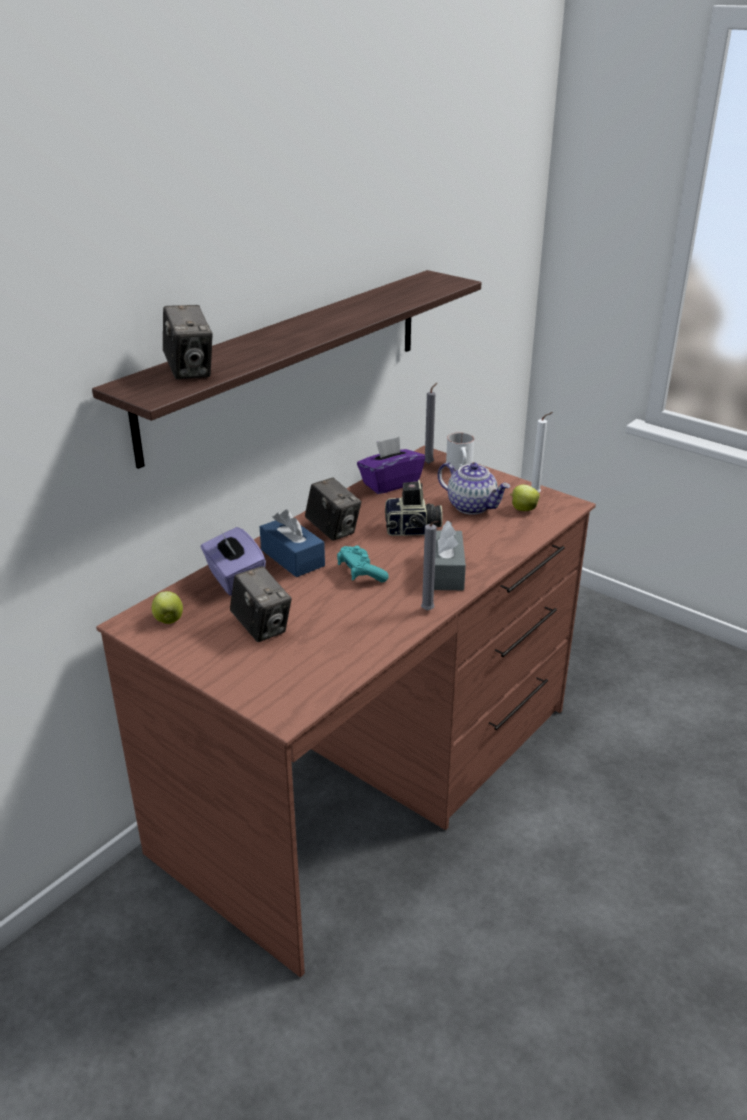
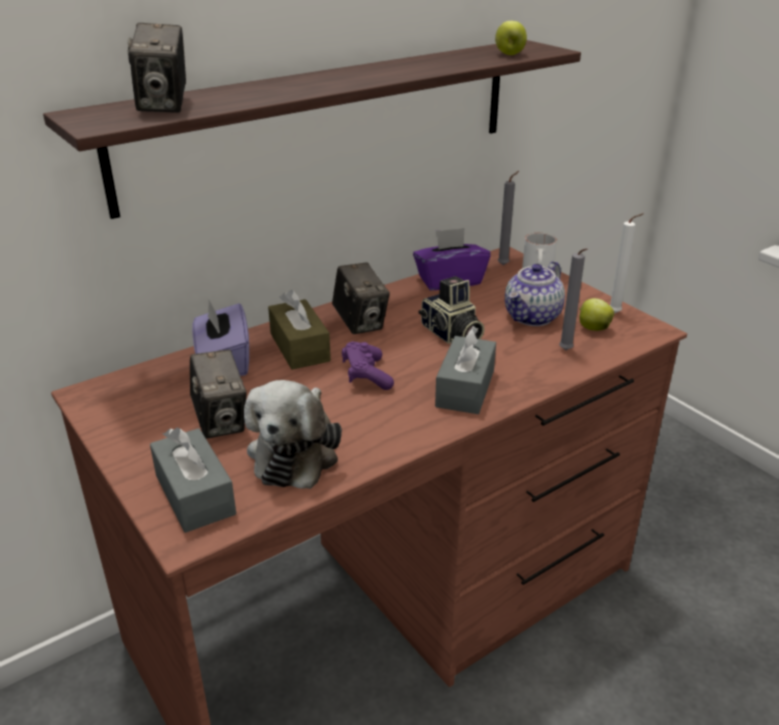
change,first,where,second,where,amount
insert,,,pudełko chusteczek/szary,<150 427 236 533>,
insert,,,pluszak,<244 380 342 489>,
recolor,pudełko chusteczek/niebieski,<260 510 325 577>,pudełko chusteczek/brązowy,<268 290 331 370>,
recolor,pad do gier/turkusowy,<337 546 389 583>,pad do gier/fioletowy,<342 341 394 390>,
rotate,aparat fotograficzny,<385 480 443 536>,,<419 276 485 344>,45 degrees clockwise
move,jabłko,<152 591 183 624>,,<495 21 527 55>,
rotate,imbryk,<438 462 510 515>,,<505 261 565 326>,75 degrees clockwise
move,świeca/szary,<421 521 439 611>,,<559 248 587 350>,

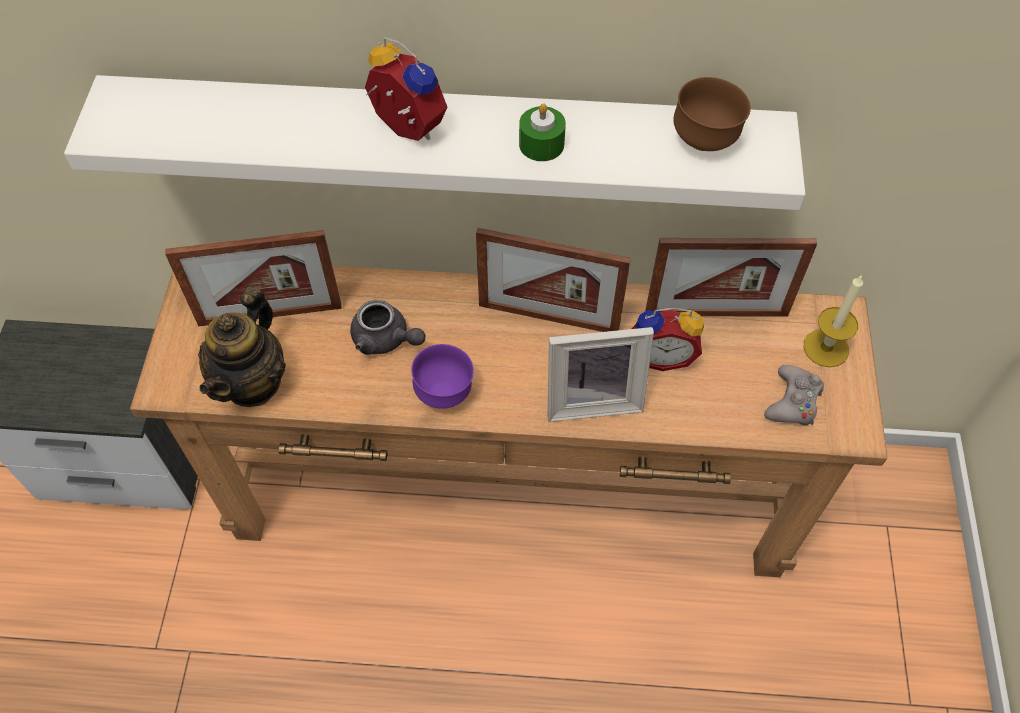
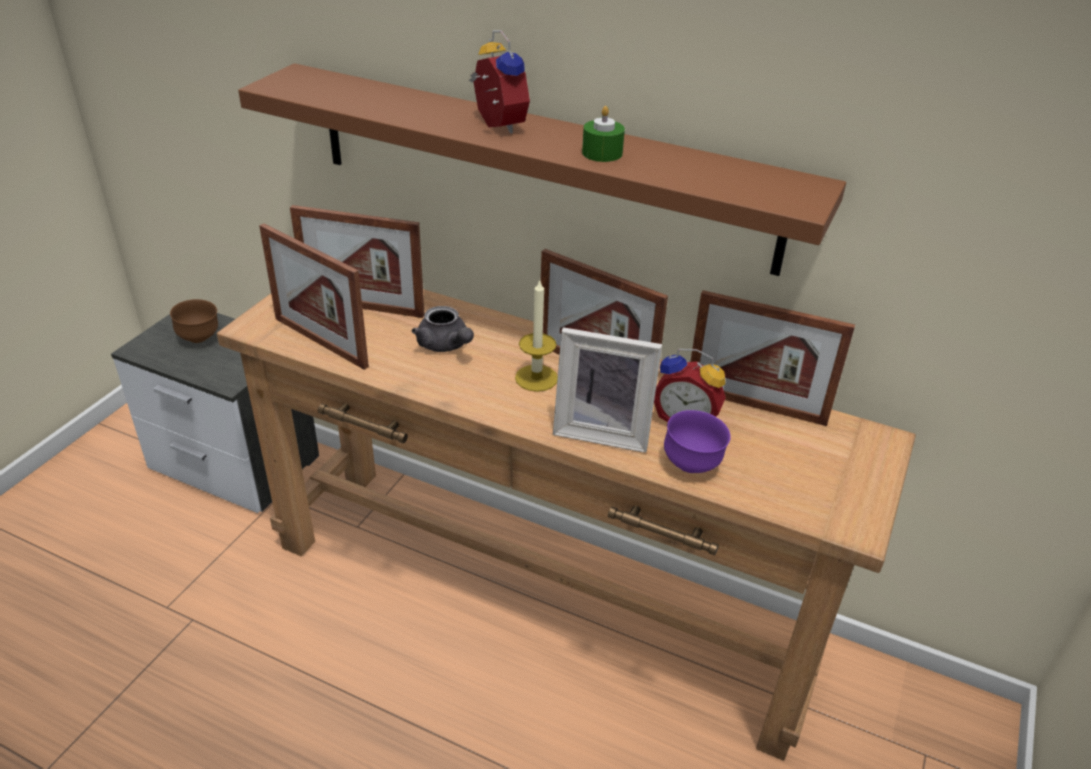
change,first,where,second,where,amount
move,miska/brązowy,<674 77 751 151>,,<170 299 218 343>,
recolor,półka/biały,<64 75 805 210>,półka/brązowy,<238 63 846 276>,
replace,imbryk,<198 286 286 407>,ramka na zdjęcie,<259 223 369 370>,
move,świeca,<804 275 863 367>,,<515 279 558 392>,
move,miska/fioletowy,<411 344 474 409>,,<664 410 731 473>,
delete,pad do gier/szary,<764 365 824 425>,,,

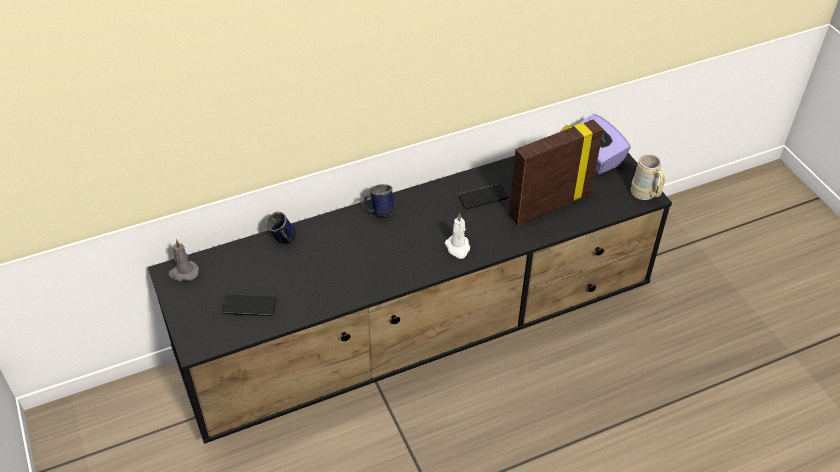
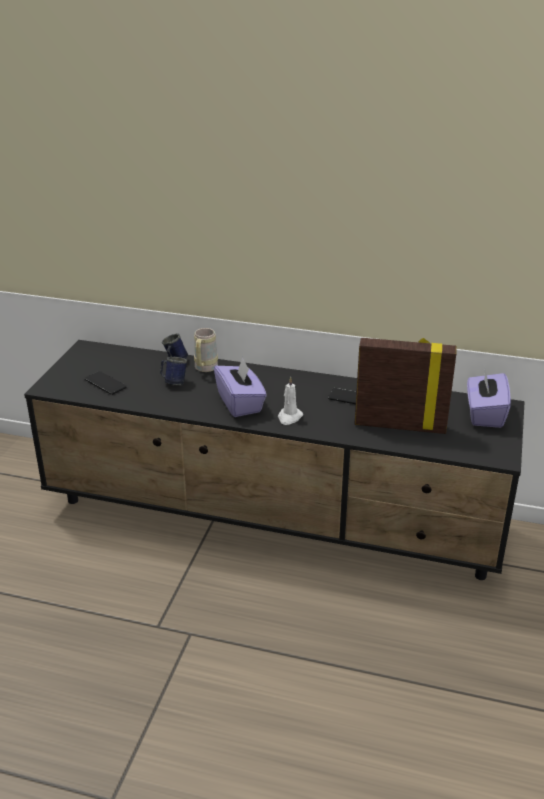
change,first,where,second,where,amount
move,kubek/niebieski,<364 184 394 217>,,<160 357 187 385>,
move,kubek/beżowy,<631 154 666 200>,,<194 328 218 372>,
insert,,,pudełko chusteczek/fioletowy,<214 357 267 417>,
delete,świeca/szary,<168 239 199 281>,,,

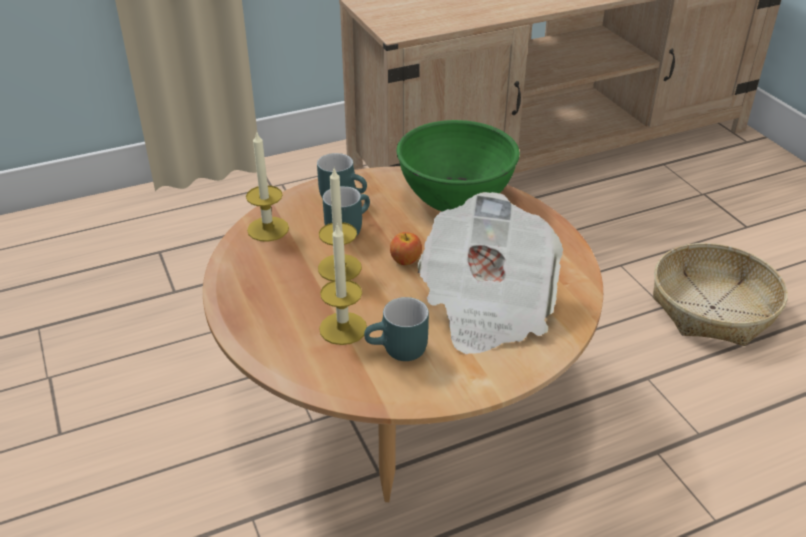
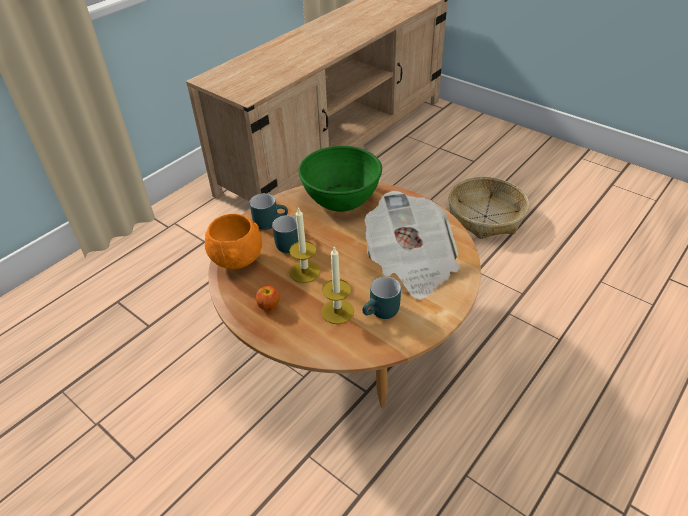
change,first,where,second,where,amount
replace,świeca,<246 130 289 242>,miska/pomarańczowy,<205 214 262 269>,
move,jabłko,<390 232 422 265>,,<256 286 280 311>,

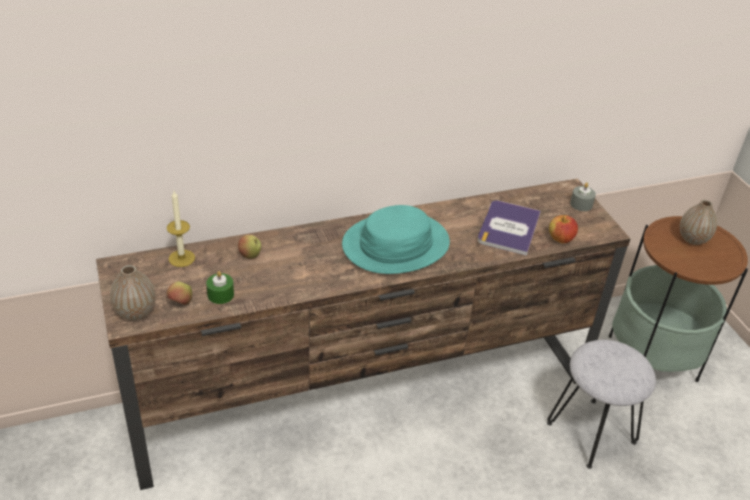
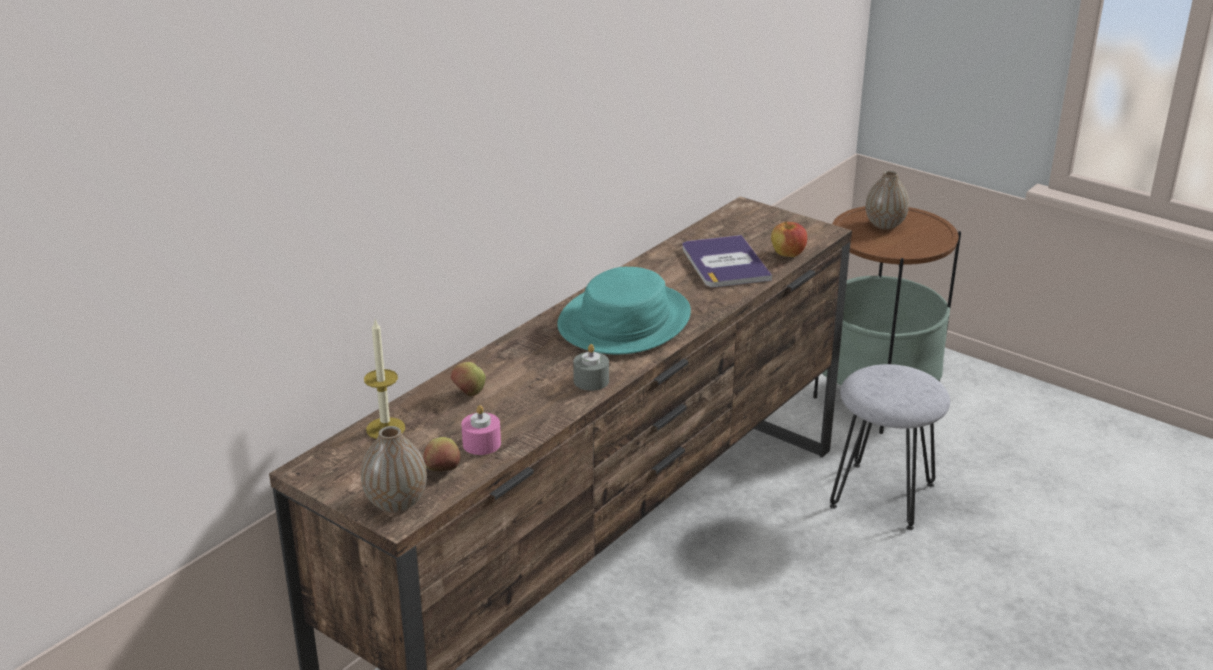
change,first,where,second,where,amount
recolor,świeca/zielony,<206 271 234 304>,świeca/różowy,<461 405 501 455>,
move,świeca/szary,<570 182 596 211>,,<573 344 609 391>,

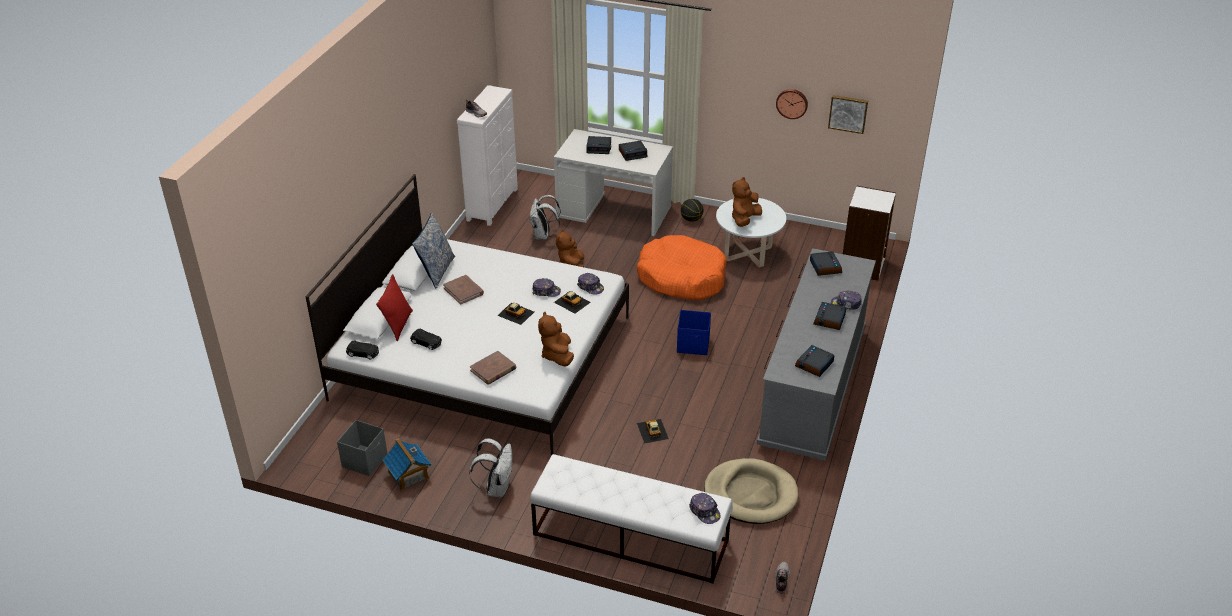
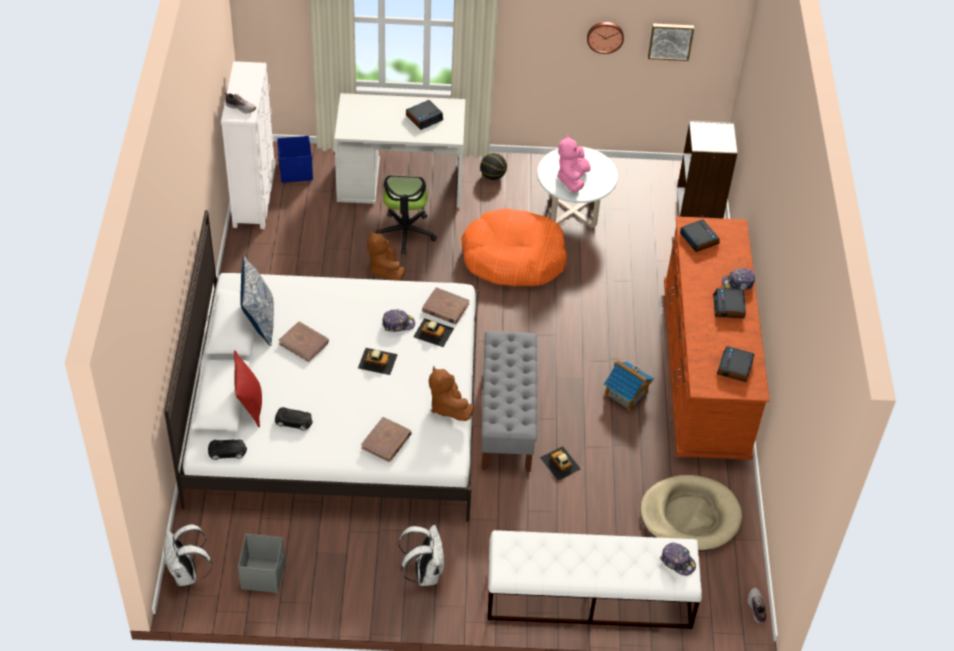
change,first,where,second,where,amount
move,plecak/biały,<529 195 561 240>,,<164 524 213 586>,
move,pojemnik do przechowywania/niebieski,<677 310 711 355>,,<277 136 313 183>,
insert,,,krzesło biurowe,<374 175 437 254>,
replace,czapka z daszkiem,<577 273 604 295>,książka/brązowy,<422 287 470 324>,
insert,,,ławka/szary,<482 331 537 472>,
recolor,pluszak/brązowy,<732 177 762 227>,pluszak/różowy,<557 134 591 192>,
move,domek,<382 438 432 491>,,<604 360 654 411>,
recolor,komoda/szary,<757 248 876 461>,komoda/brązowy,<664 216 770 460>,
delete,budzik,<586 136 611 154>,,,

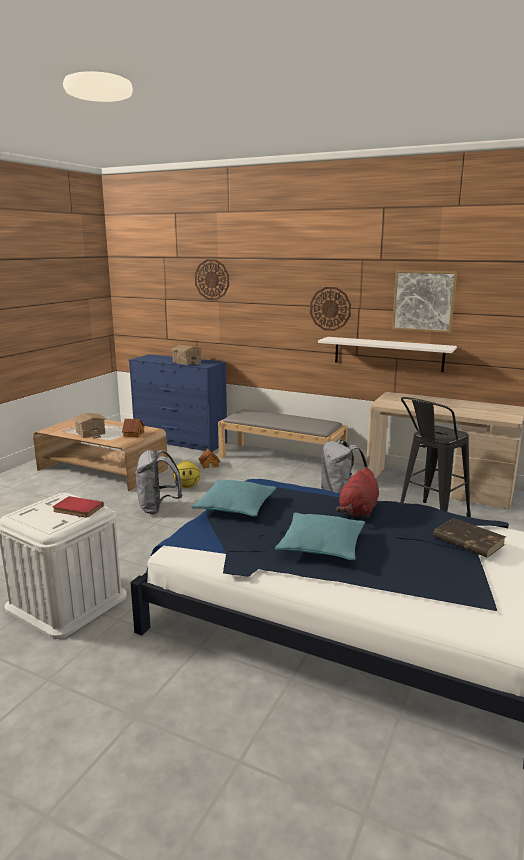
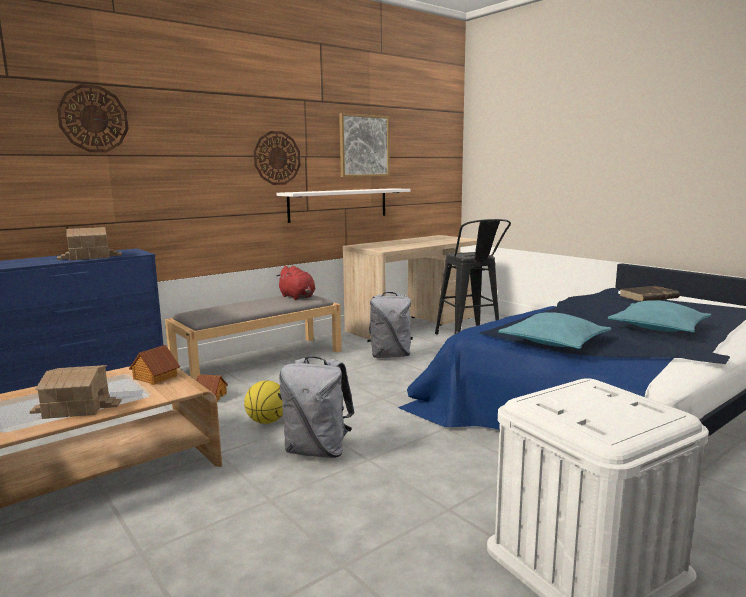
change,first,where,second,where,amount
move,pluszak/czerwony,<336 467 379 518>,,<277 266 316 300>,
delete,książka/czerwony,<53 496 104 517>,,,

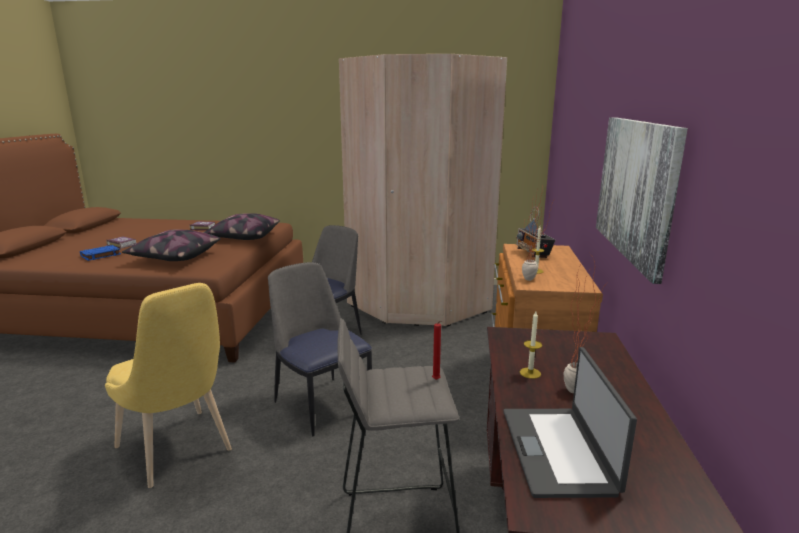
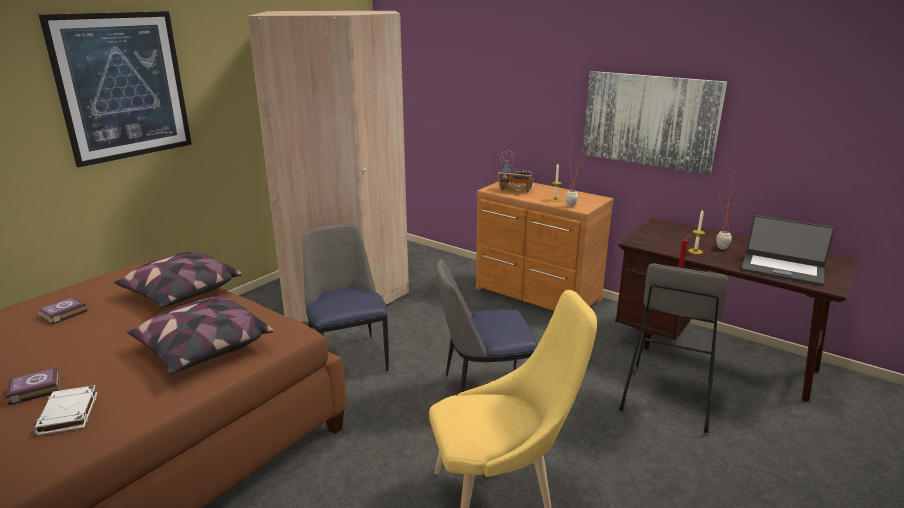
change,first,where,second,where,amount
recolor,książka/niebieski,<80 245 121 261>,książka/biały,<34 385 97 435>,
insert,,,obraz,<39 11 192 167>,

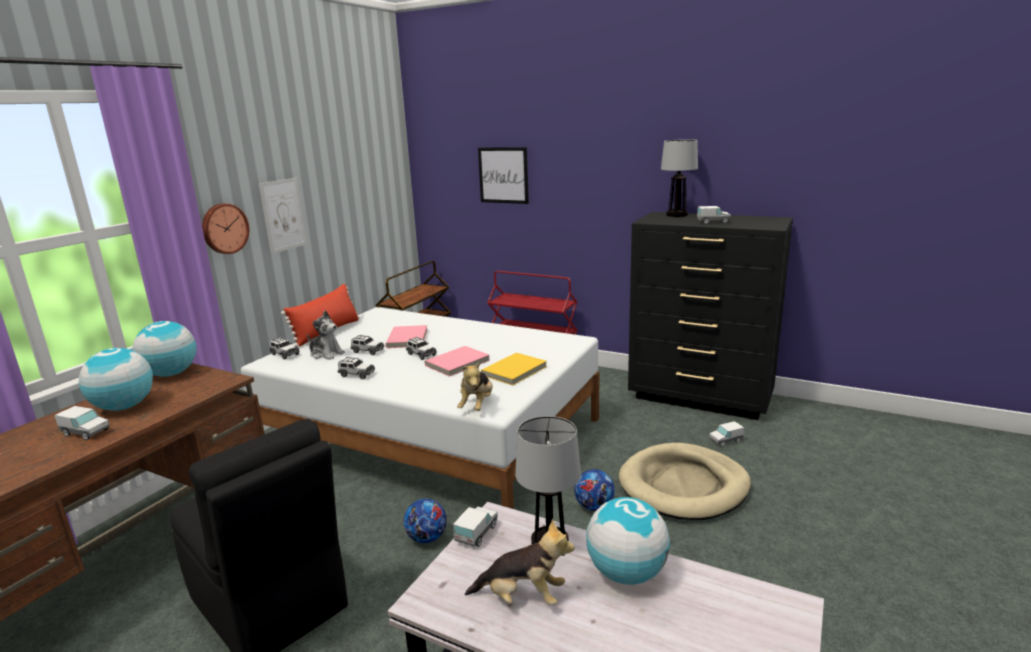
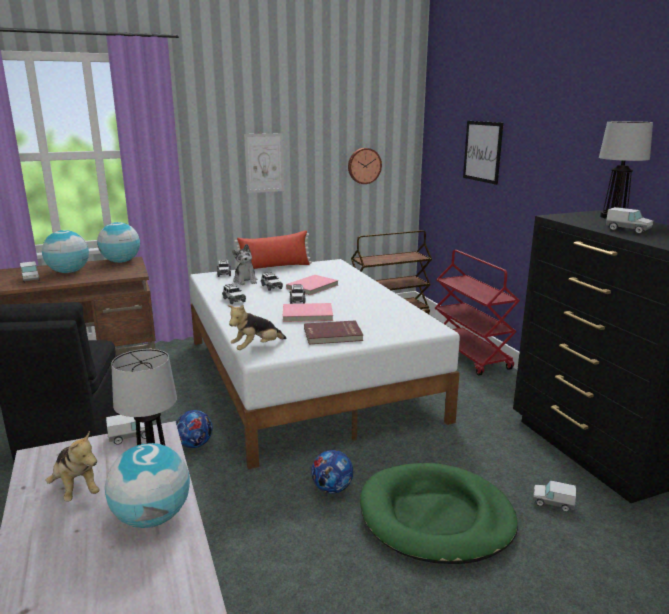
change,first,where,second,where,amount
recolor,książka/żółty,<481 353 547 385>,książka/czerwony,<304 321 364 344>,
move,zegar ścienny,<202 204 249 254>,,<348 148 382 184>,
recolor,legowisko/beżowy,<619 443 751 520>,legowisko/zielony,<360 463 518 564>,

